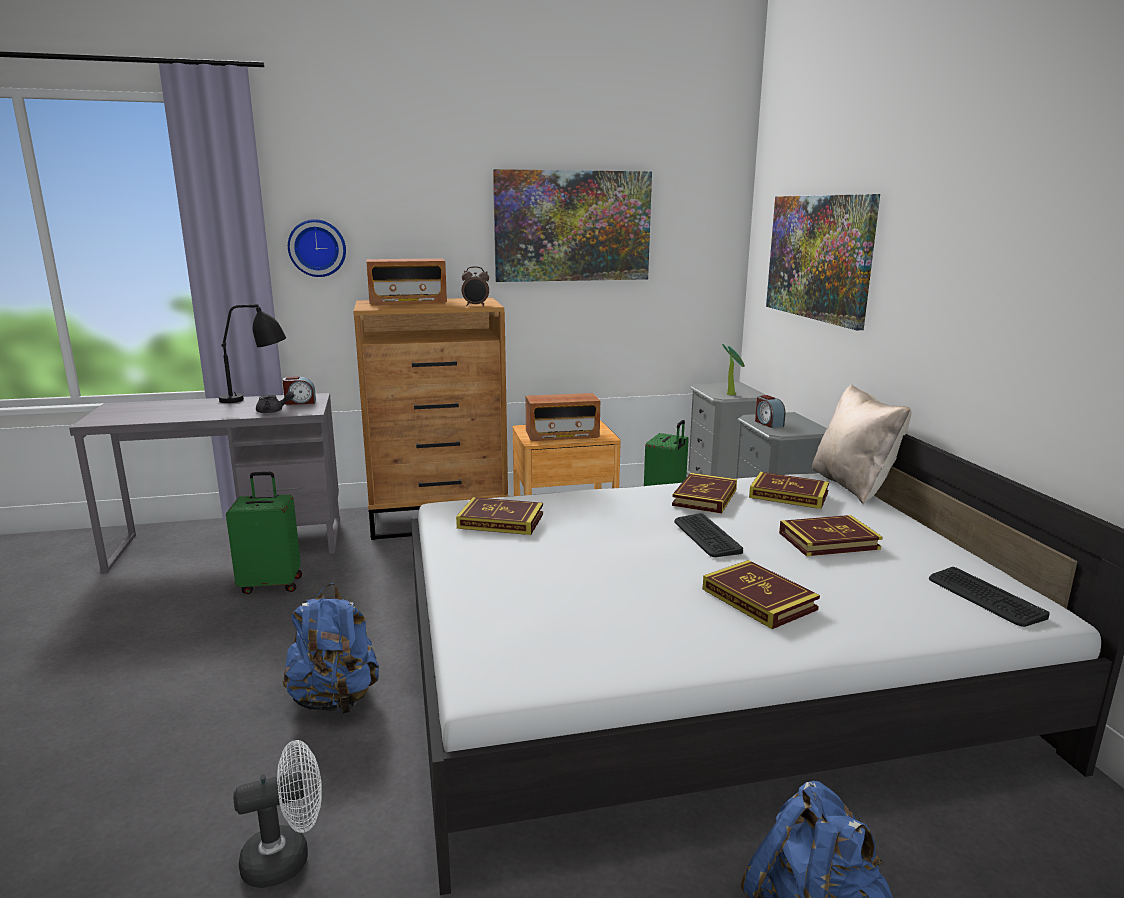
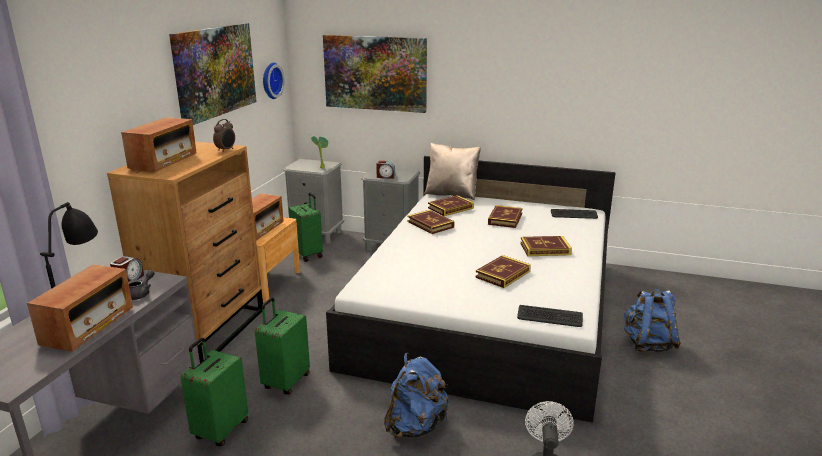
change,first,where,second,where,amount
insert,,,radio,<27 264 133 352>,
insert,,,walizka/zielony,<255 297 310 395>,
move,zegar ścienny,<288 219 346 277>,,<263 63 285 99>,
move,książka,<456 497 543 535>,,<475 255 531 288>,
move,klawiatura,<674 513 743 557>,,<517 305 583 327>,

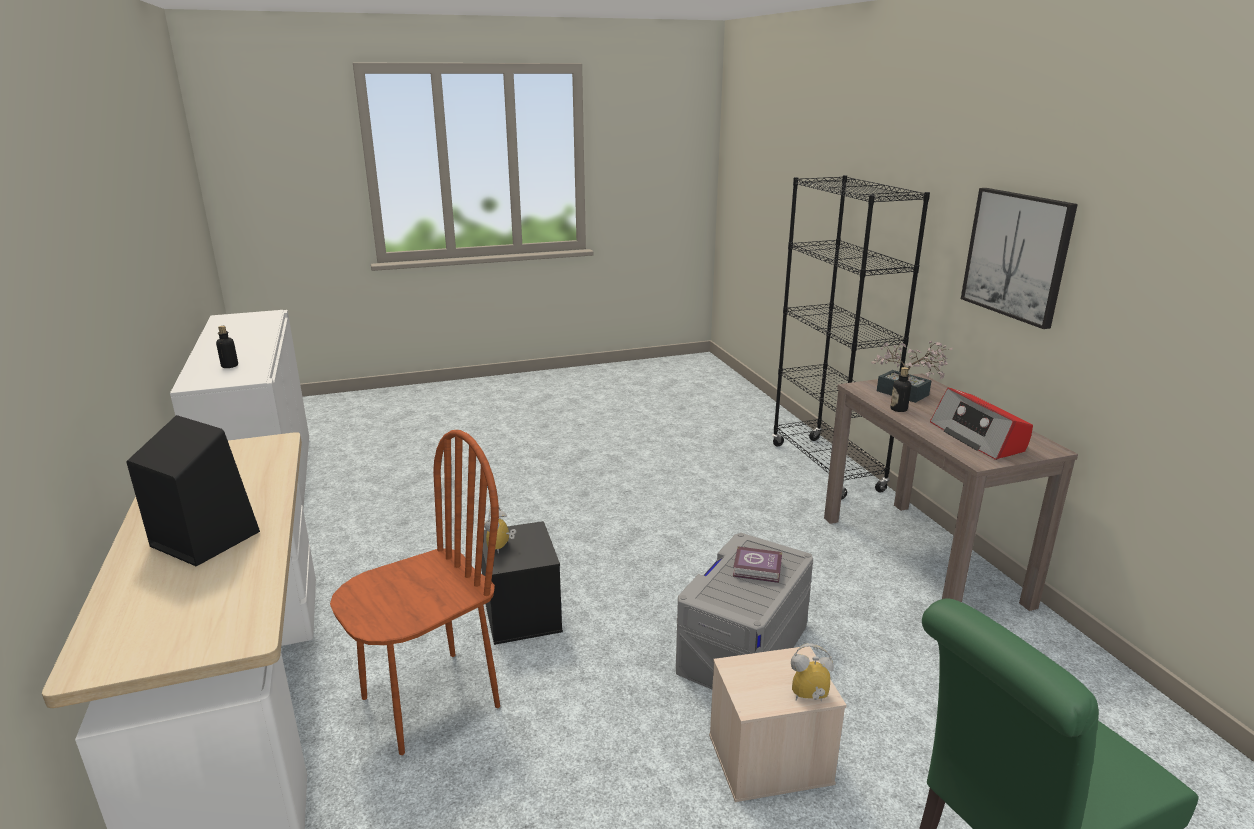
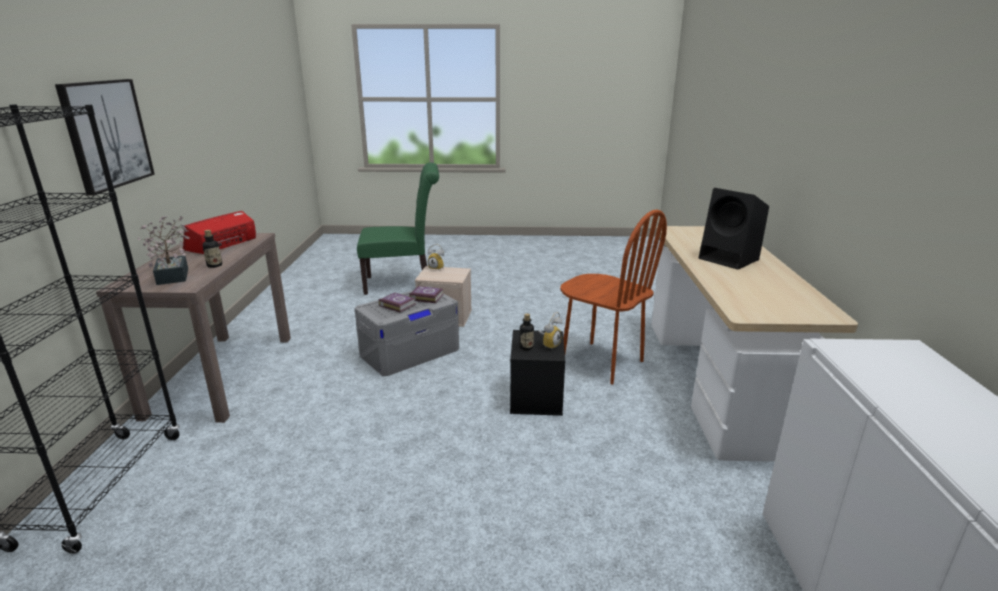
change,first,where,second,where,amount
rotate,radio,<930 388 1033 460>,,<183 211 256 254>,150 degrees counterclockwise
insert,,,książka,<409 286 444 303>,
move,butelka,<216 326 238 368>,,<519 313 534 350>,
rotate,krzesło/brązowy,<330 430 500 755>,,<560 210 667 385>,120 degrees counterclockwise

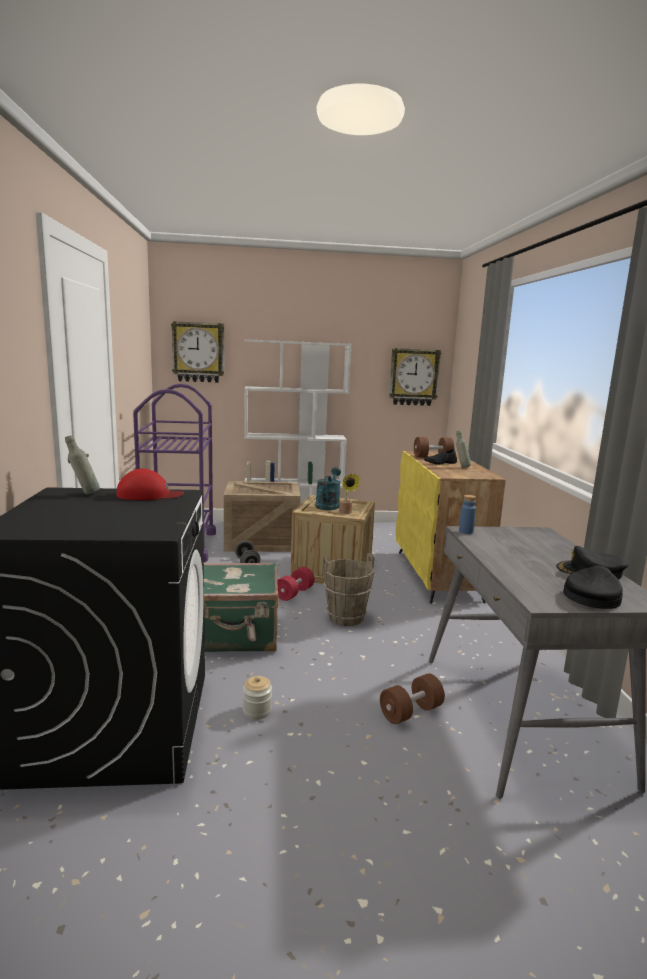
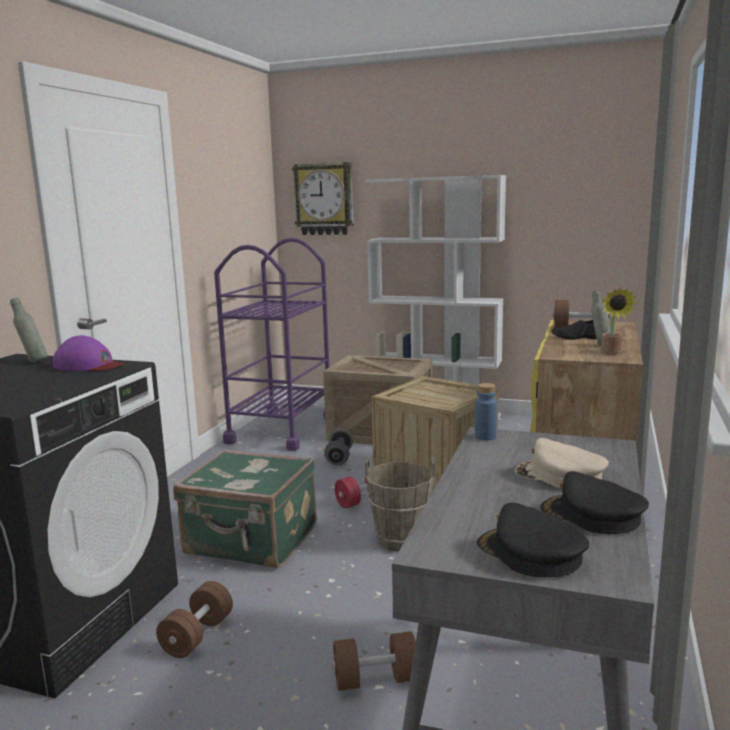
change,first,where,second,where,amount
recolor,czapka z daszkiem/czerwony,<116 469 185 500>,czapka z daszkiem/fioletowy,<53 335 125 371>,
replace,słoik,<243 676 272 720>,hantel/brązowy,<156 581 233 658>,
rotate,czapka z daszkiem/czarny,<563 566 623 609>,,<477 502 589 578>,105 degrees counterclockwise
insert,,,czapka z daszkiem/beżowy,<515 438 609 488>,
move,roślina doniczkowa,<339 473 362 514>,,<601 287 638 355>,
delete,konewka/turkusowy,<315 467 341 510>,,,
delete,zegar ścienny,<389 348 441 406>,,,

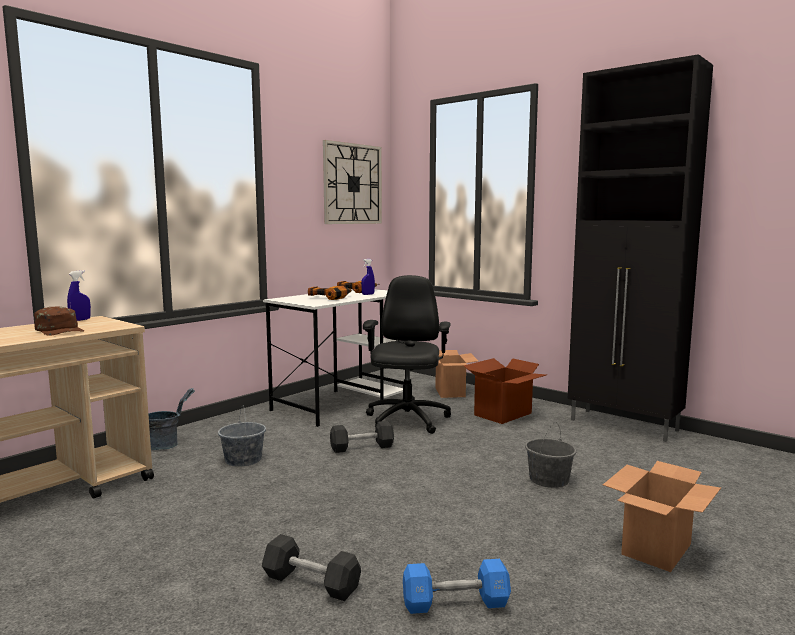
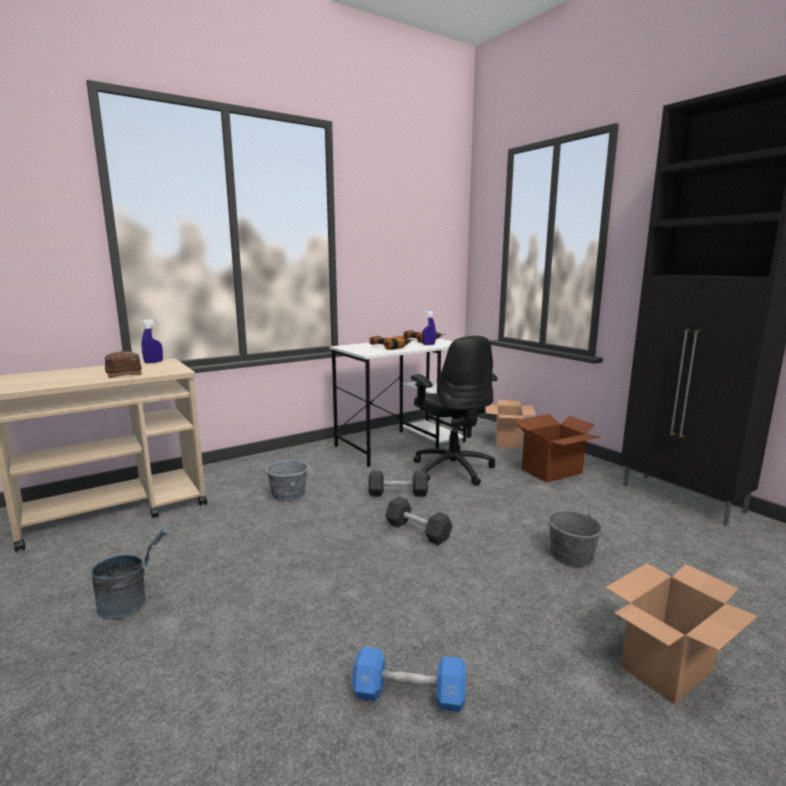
change,first,where,second,where,amount
move,wiadro/szary,<148 388 195 450>,,<91 526 170 619>,
move,hantel/czarny,<262 534 361 601>,,<385 497 452 545>,
rotate,krzesło biurowe/czarny,<363 275 451 434>,,<411 336 498 486>,135 degrees clockwise
delete,zegar ścienny,<323 140 382 224>,,,

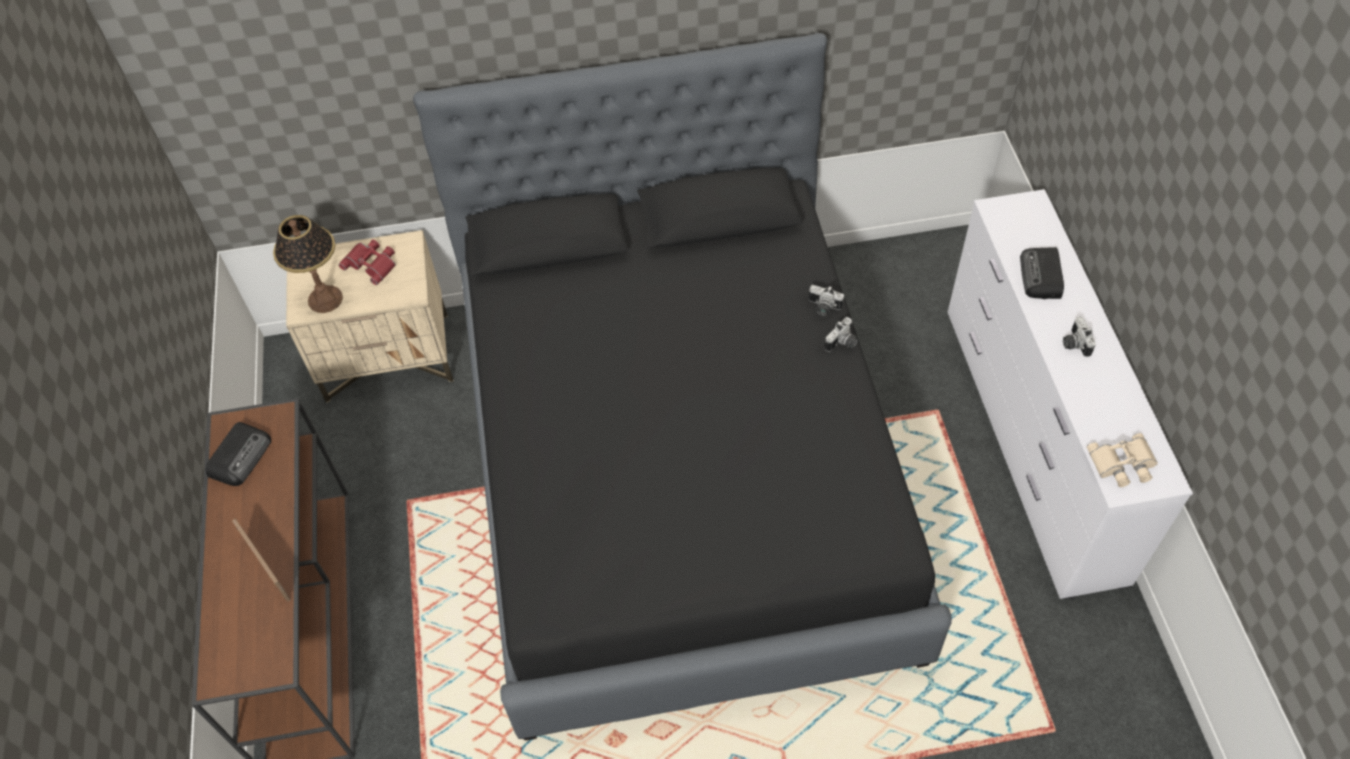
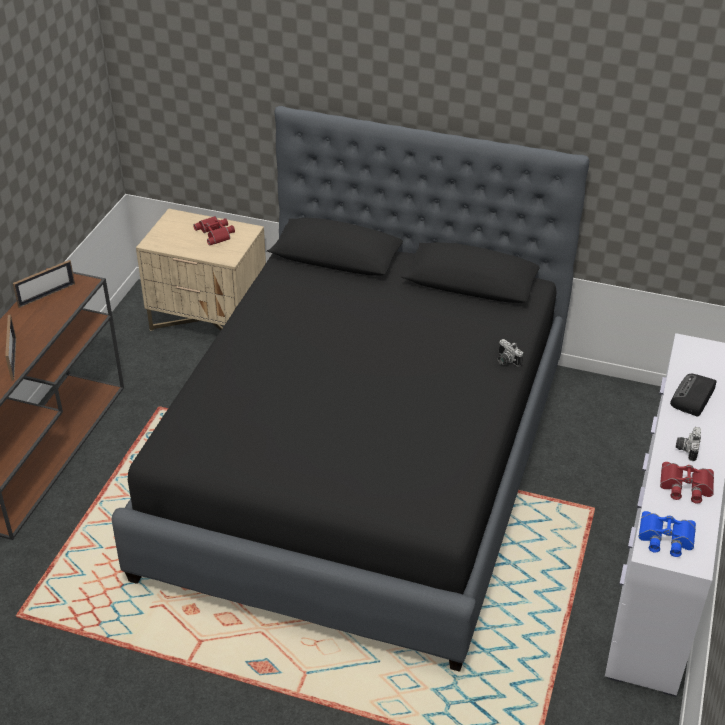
change,first,where,second,where,amount
replace,radio,<205 422 271 486>,ramka na zdjęcie,<13 260 75 308>,
recolor,lornetka/beżowy,<1087 433 1158 487>,lornetka/niebieski,<638 511 696 557>,
insert,,,lornetka/czerwony,<660 462 714 503>,
delete,lampa stołowa,<273 215 343 313>,,,
delete,aparat fotograficzny,<824 317 858 352>,,,

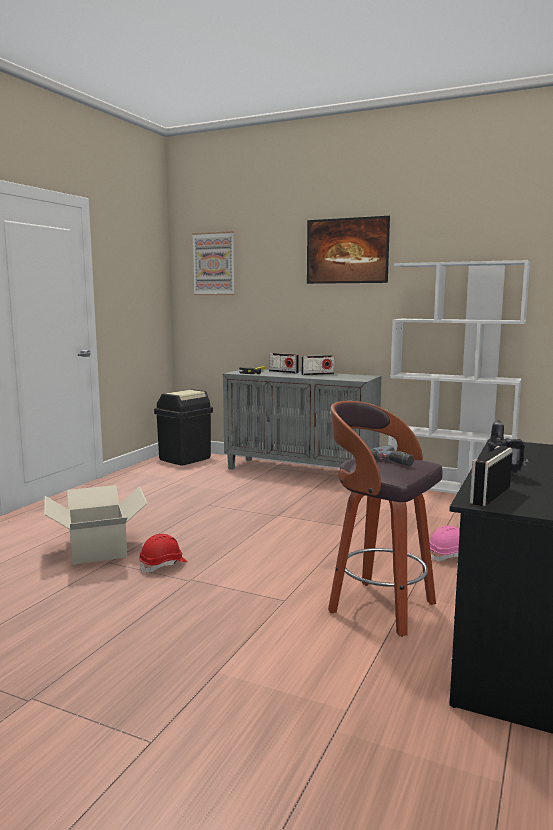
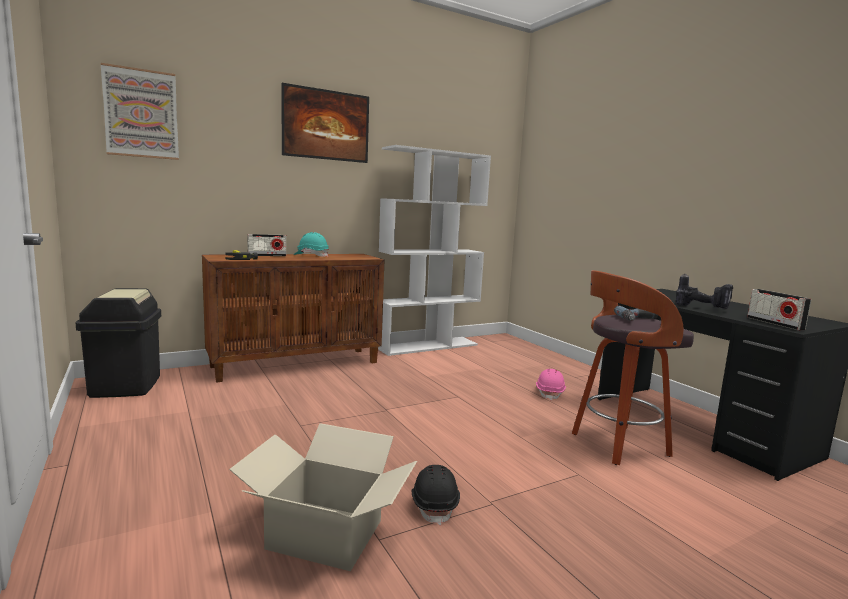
change,first,where,second,where,amount
recolor,szafka/szary,<223 370 381 470>,szafka/brązowy,<202 254 384 383>,
replace,radio,<301 355 334 375>,kask/turkusowy,<294 232 329 257>,
recolor,kask/czerwony,<139 534 188 573>,kask/czarny,<412 465 460 526>,

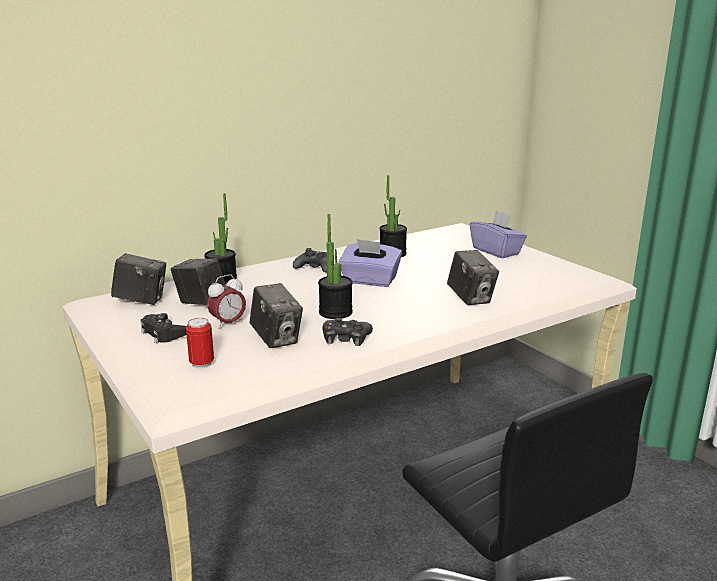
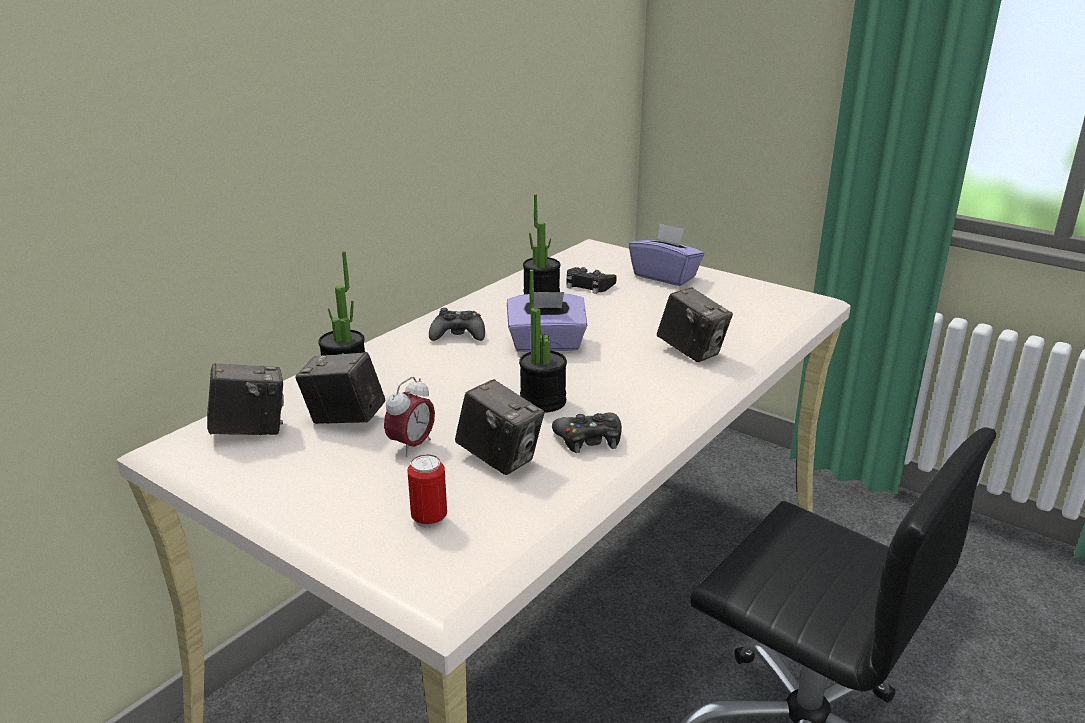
change,first,where,second,where,amount
move,pad do gier/czarny,<141 313 186 344>,,<567 267 617 294>,

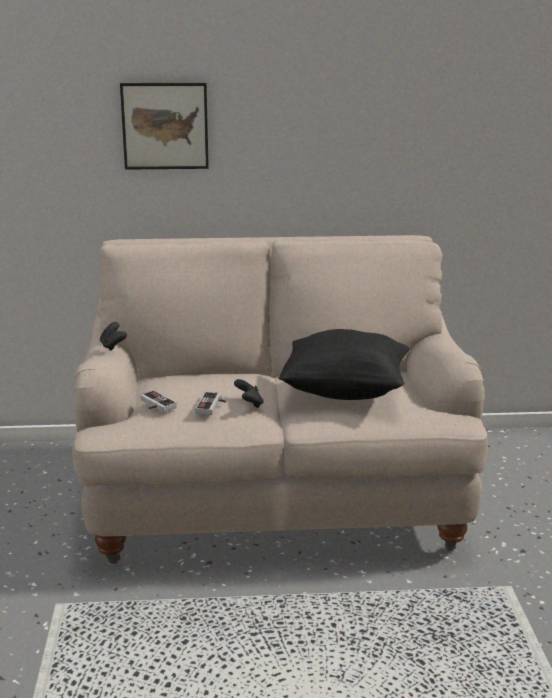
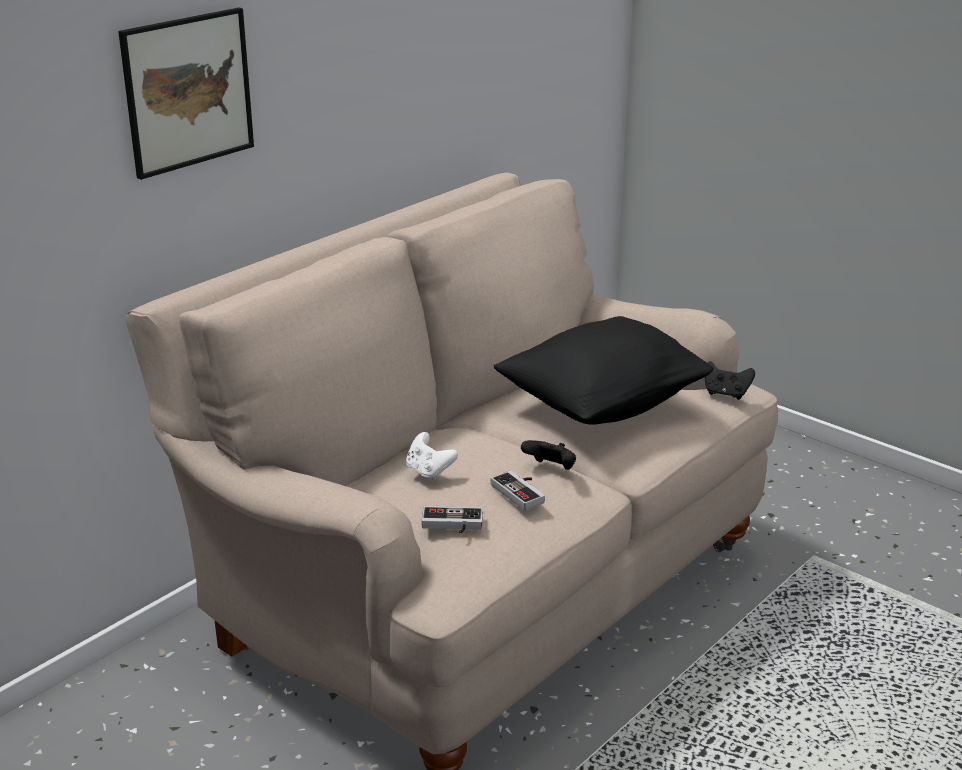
change,first,where,second,where,amount
insert,,,pad do gier/biały,<406 432 458 481>,
move,pad do gier/czarny,<100 322 127 351>,,<705 361 755 400>,

